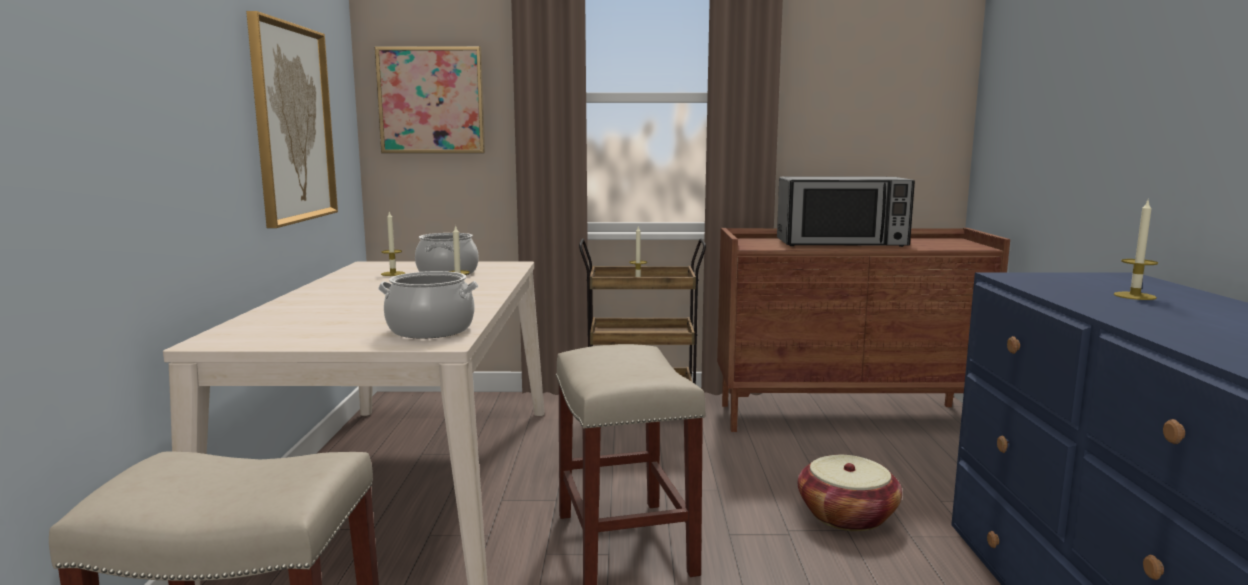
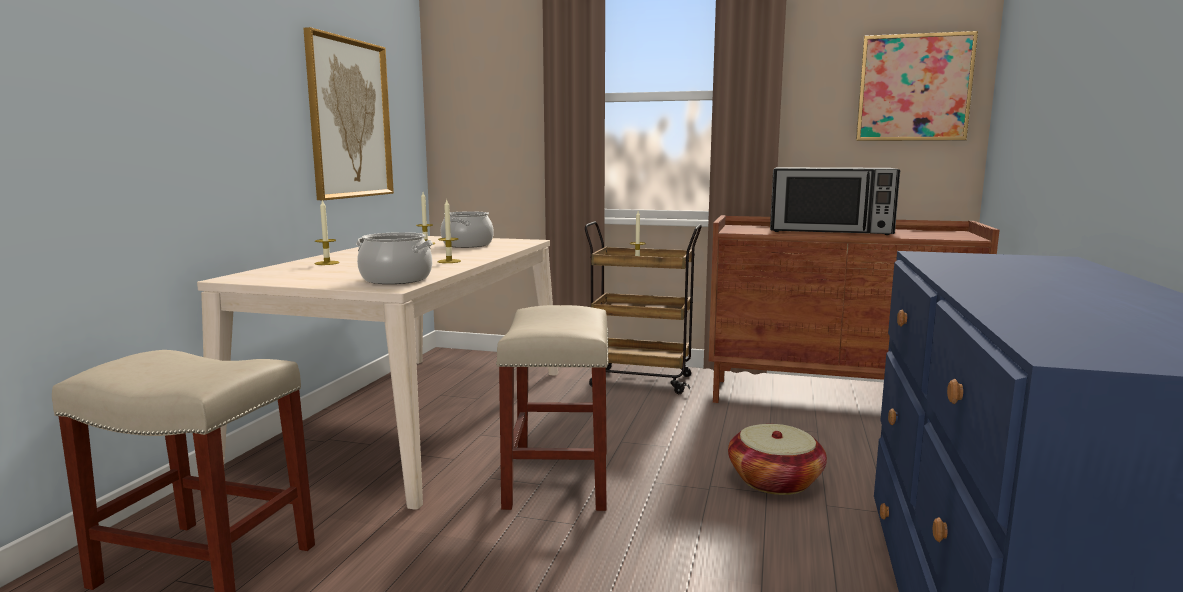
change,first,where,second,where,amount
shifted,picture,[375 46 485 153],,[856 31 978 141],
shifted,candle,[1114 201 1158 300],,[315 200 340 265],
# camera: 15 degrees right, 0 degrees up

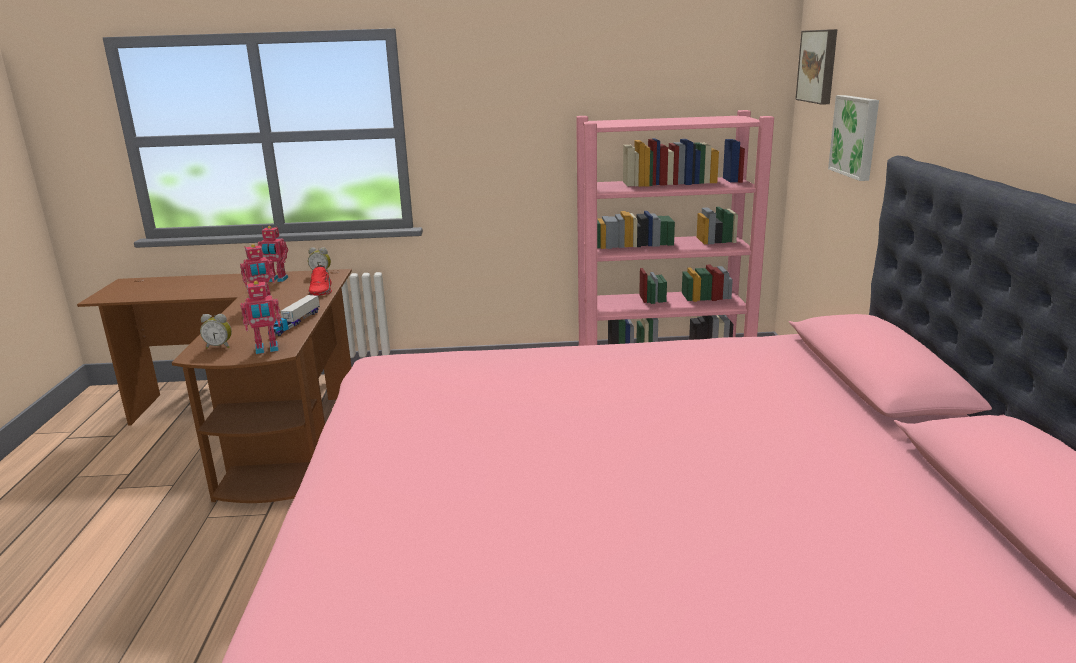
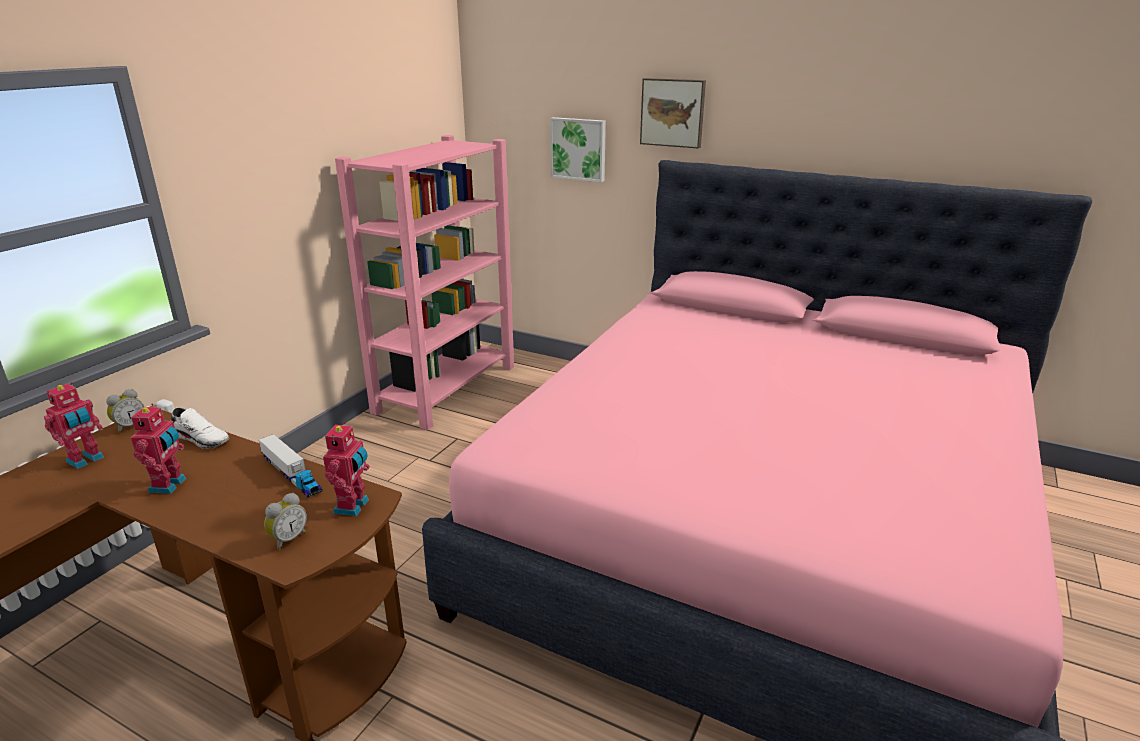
change,first,where,second,where,amount
shifted,picture,[795 29 837 105],,[640 78 706 148],
repainted,shoe in red,[309 265 332 296],shoe in white,[171 408 229 449],
# camera: 60 degrees left, 5 degrees up

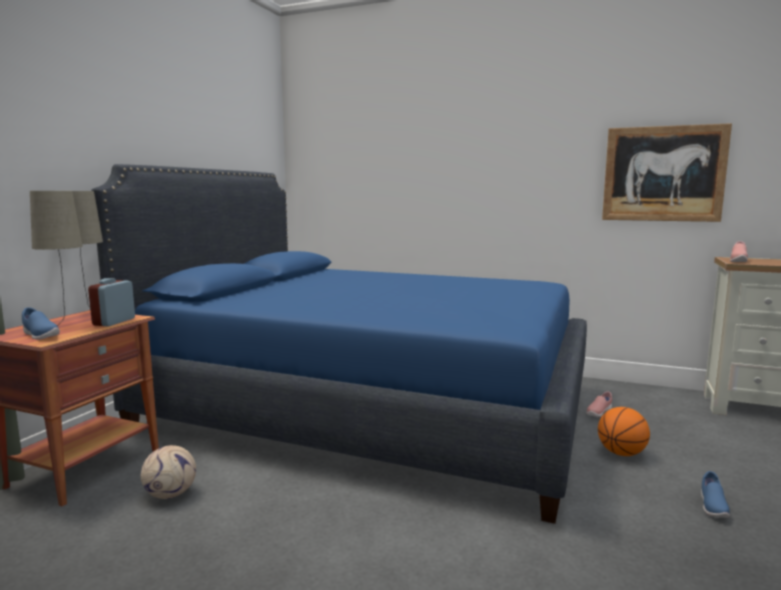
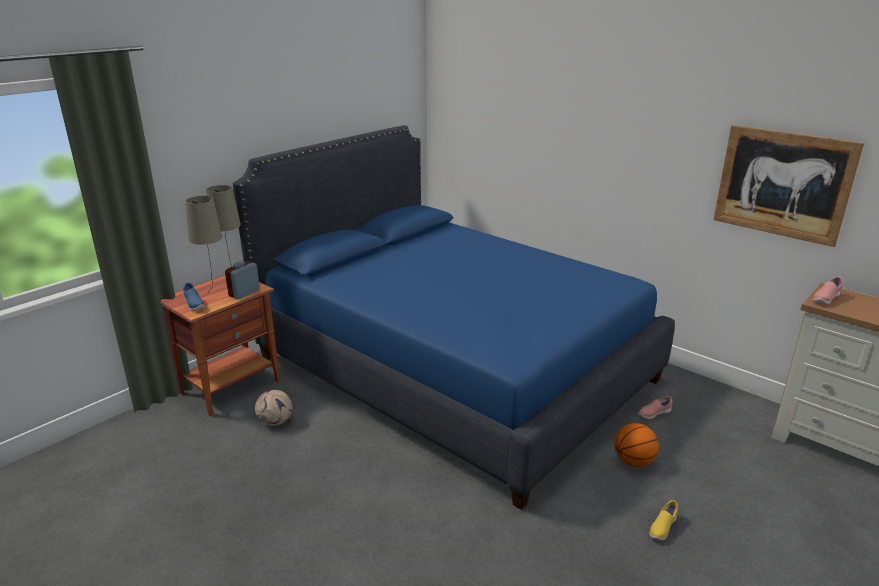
change,first,where,second,where,amount
repainted,shoe in blue,[701 471 730 518],shoe in yellow,[649 500 678 541],
# camera: 20 degrees right, 15 degrees up

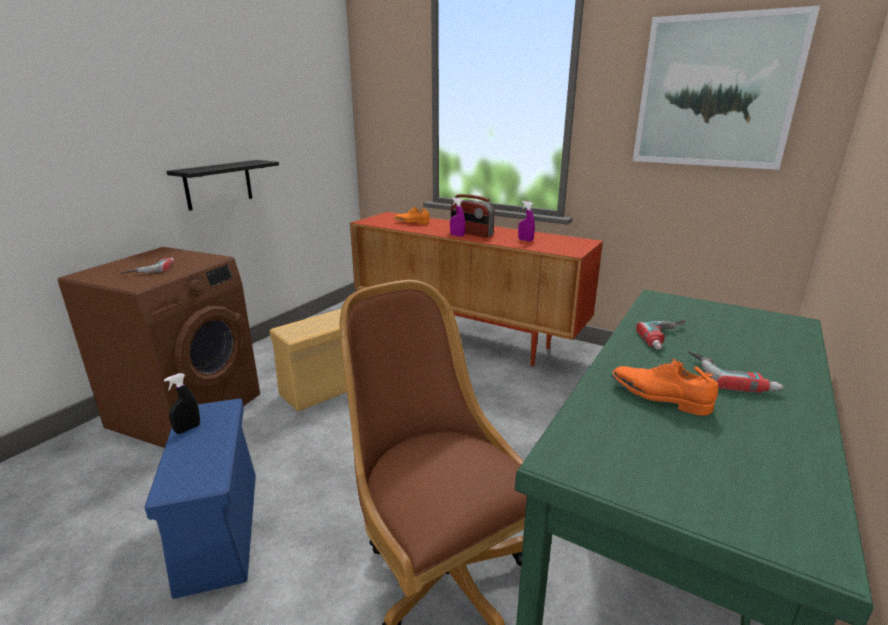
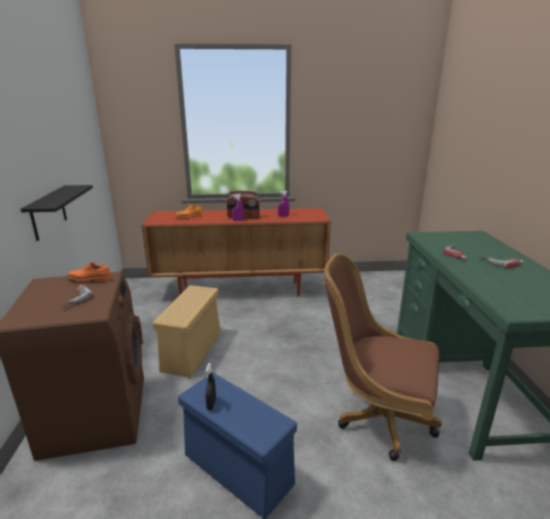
change,first,where,second,where,amount
gone,picture,[633 6 820 170],,,
shifted,shoe in orange,[611 359 719 416],,[67 262 111 282],
# camera: 35 degrees left, 0 degrees up

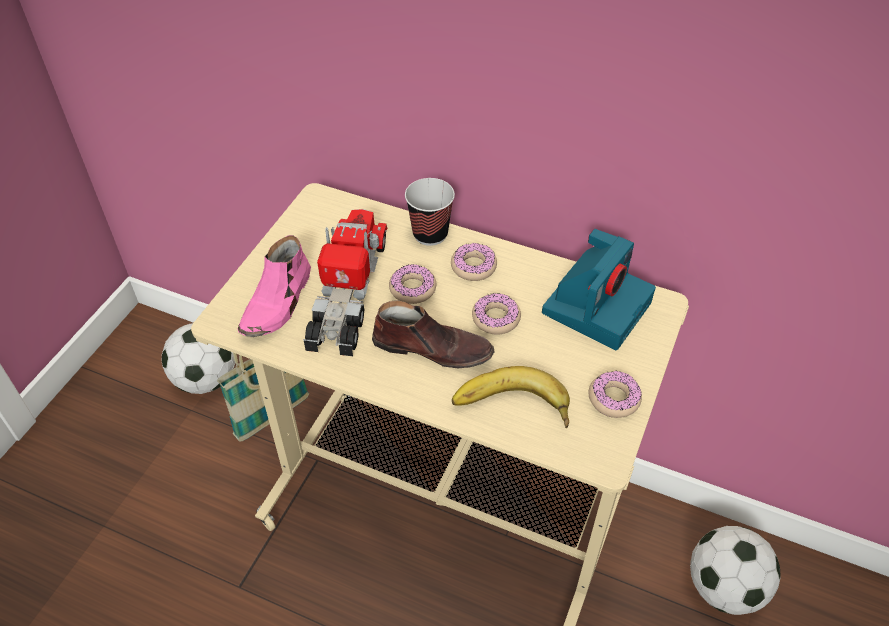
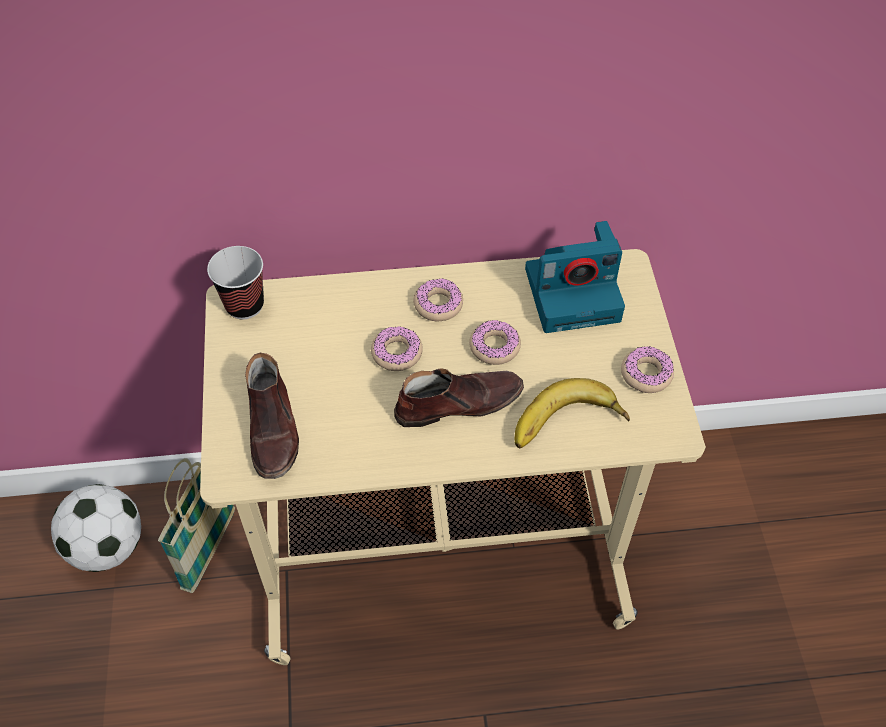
change,first,where,second,where,amount
gone,toy truck,[303 209 387 356],,,
gone,football,[690 526 781 615],,,
shifted,cup,[405 178 455 246],,[207 246 264 319],
repainted,shoe in pink,[237 235 311 337],shoe in brown,[245 353 299 479],
rotated,photo camera,[542 229 656 350],,[525 221 625 333],75 degrees clockwise
# camera: 30 degrees left, 5 degrees up

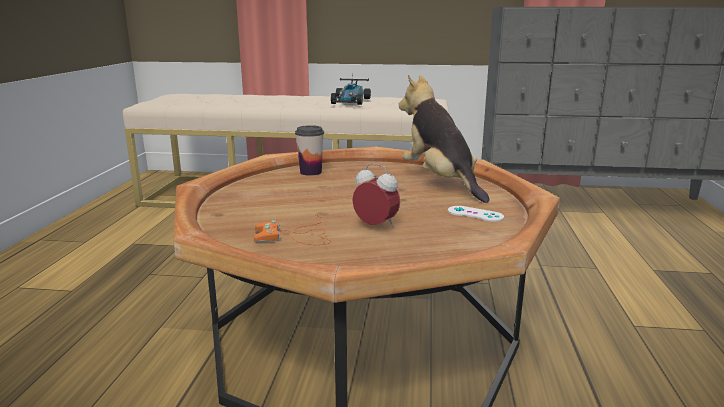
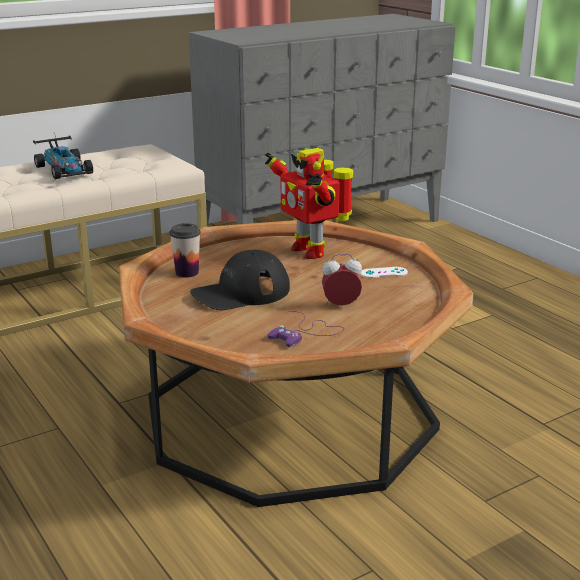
change,first,where,second,where,amount
new,,,cap in black,[190 250 290 310],
swapped,plush toy,[399 75 489 203],toy robot,[265 148 353 259],
repainted,game controller in orange,[254 215 331 245],game controller in purple,[267 311 344 347],
# camera: 40 degrees left, 5 degrees up

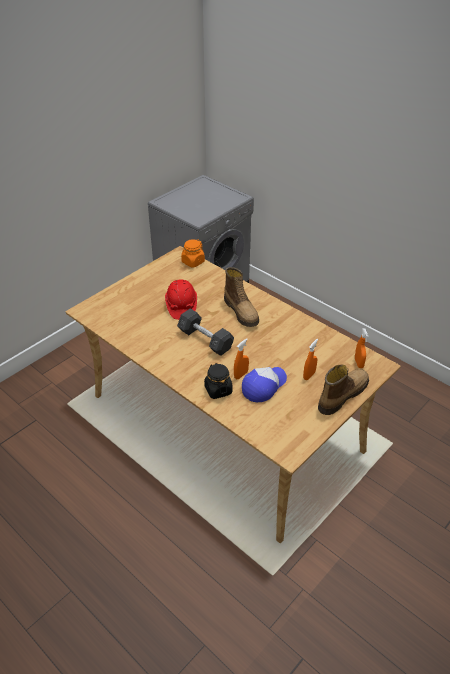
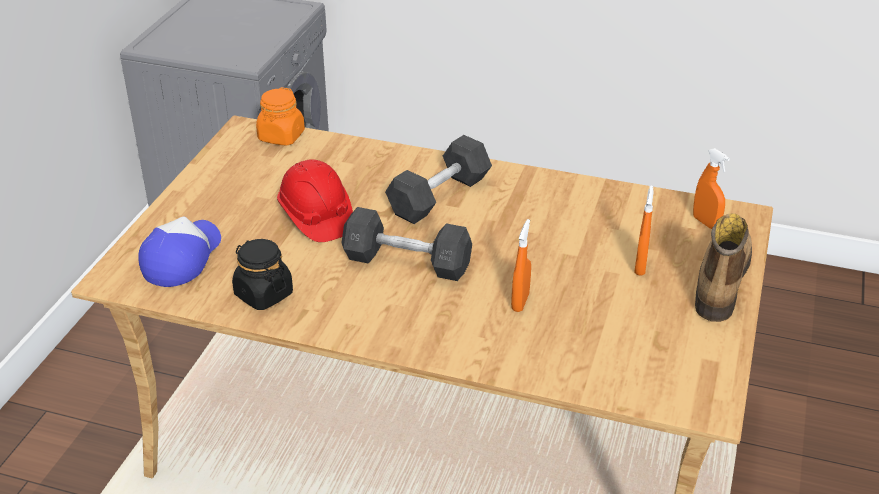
change,first,where,second,where,amount
shifted,jar in black,[204 363 233 399],,[232 239 293 310],
shifted,cap,[242 367 287 402],,[138 216 221 287],
swapped,boot,[224 267 259 327],dumbbell in grey,[385 135 492 224],
# camera: 25 degrees left, 5 degrees down

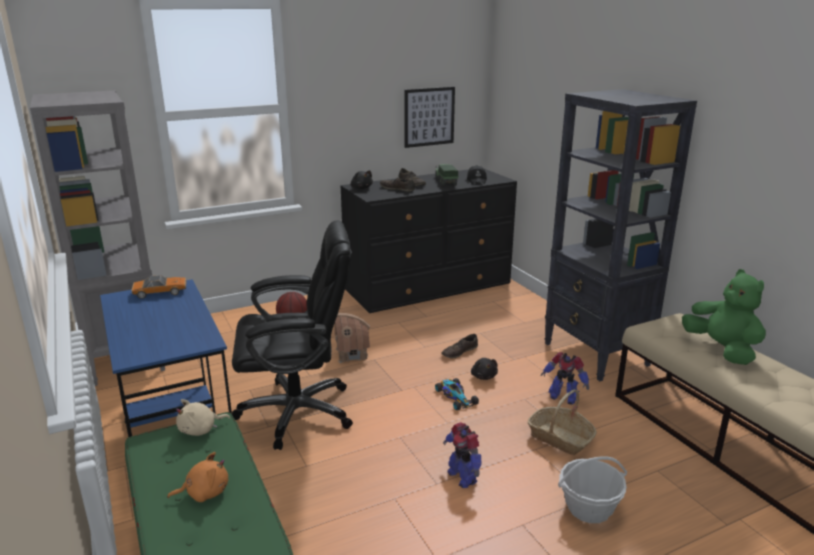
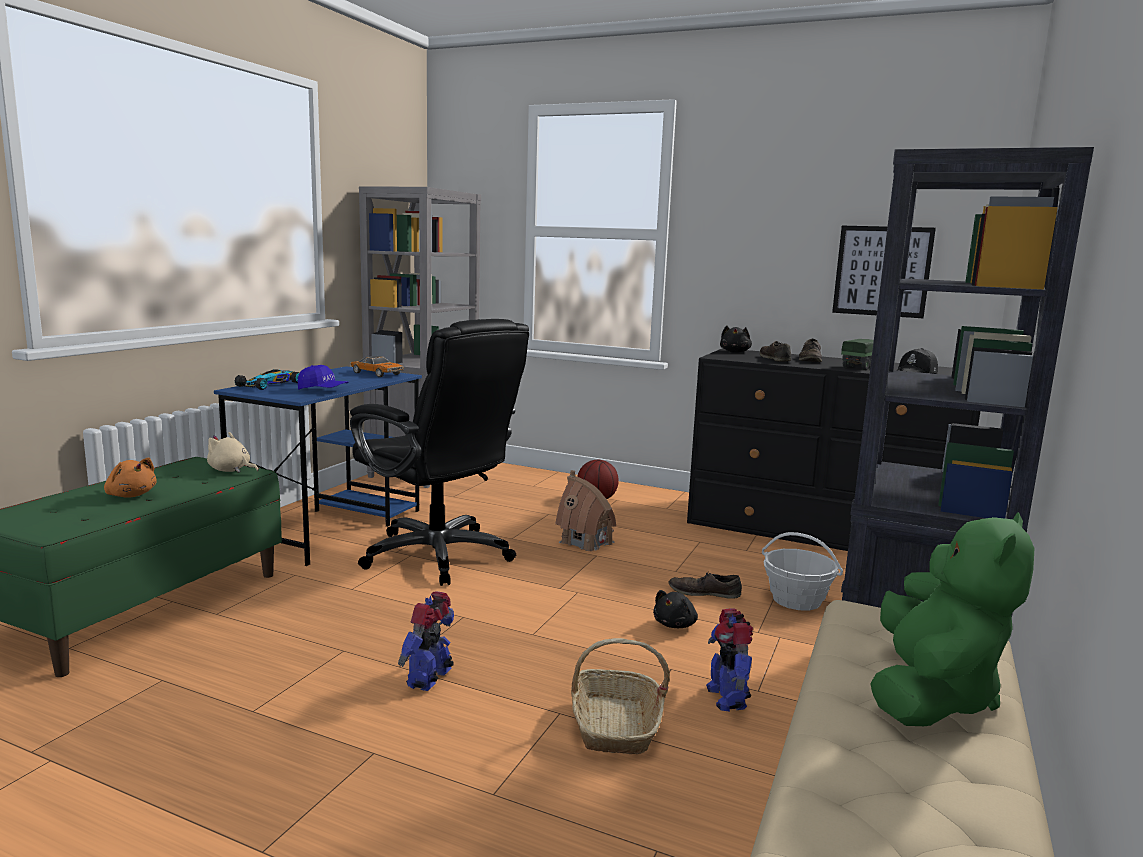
change,first,where,second,where,amount
new,,,cap in blue,[298 365 348 390],
shifted,toy car,[435 378 479 410],,[235 369 300 390],
shifted,basket,[558 456 627 523],,[762 532 843 610],
# camera: 50 degrees right, 10 degrees down

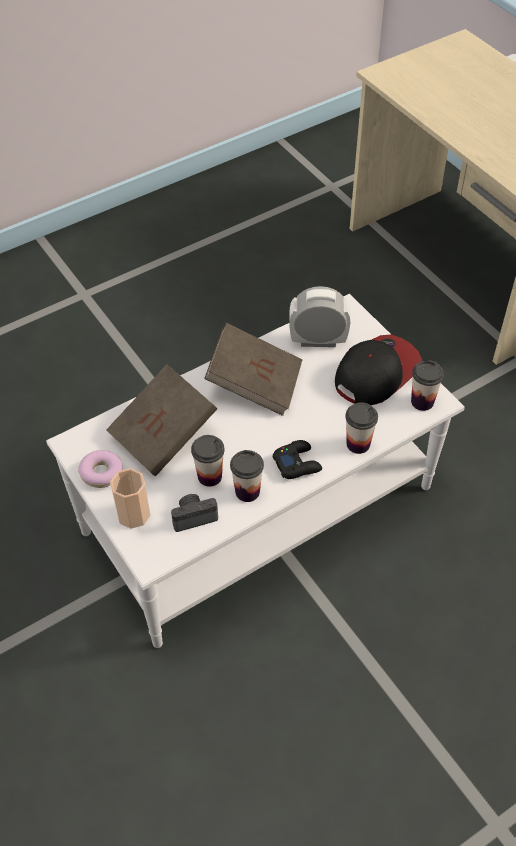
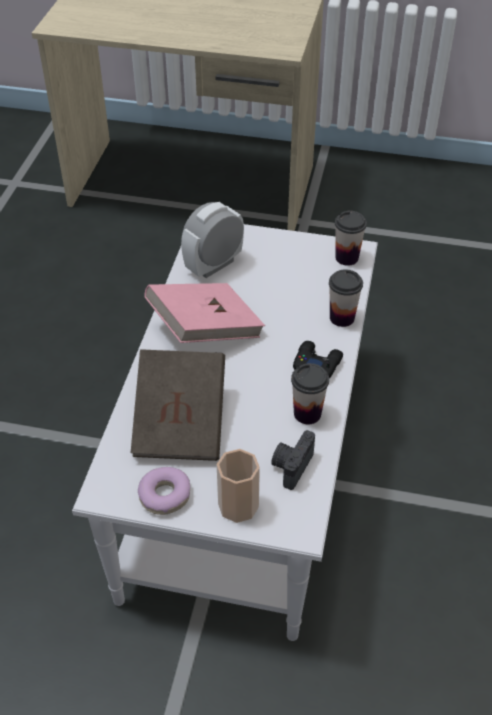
change,first,where,second,where,amount
gone,cup,[191 435 225 487],,,
gone,cap,[335 334 422 405],,,
repainted,book in brown,[204 323 302 416],book in pink,[144 283 265 343],
# camera: 45 degrees left, 5 degrees down

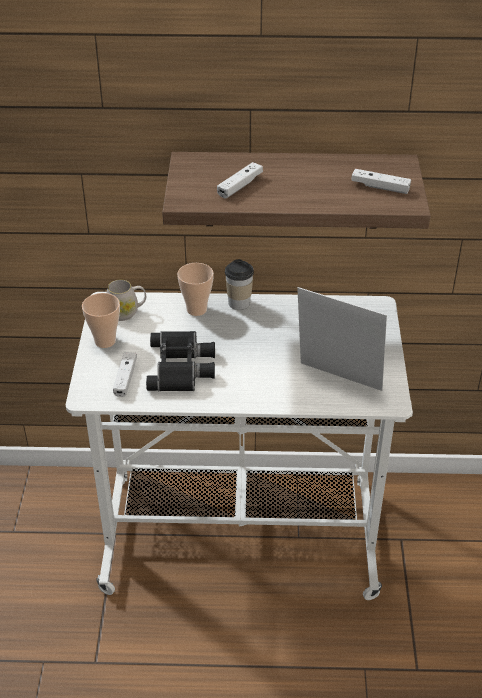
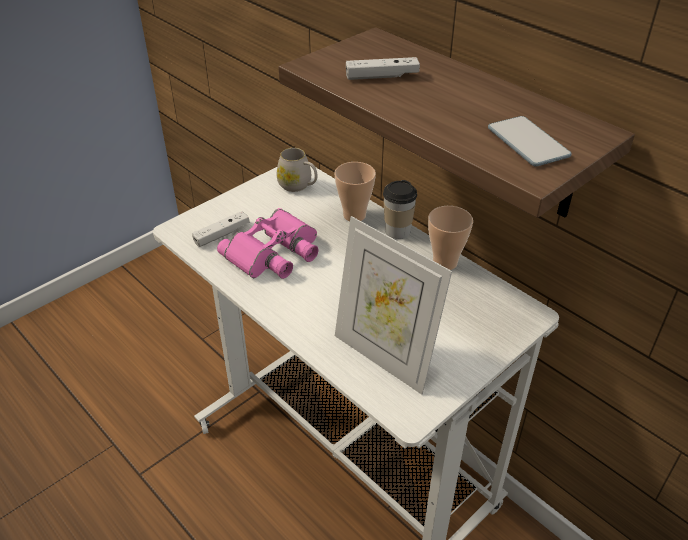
change,first,where,second,where,amount
shifted,cup,[82 293 120 348],,[428 206 473 270],
swapped,game controller in white,[351 169 411 194],phone,[488 116 572 166],
repainted,binoculars in black,[146 331 215 391],binoculars in pink,[217 208 318 279],
rotated,picture frame,[297 287 387 391],,[335 216 452 395],150 degrees clockwise
# camera: 45 degrees right, 0 degrees up

